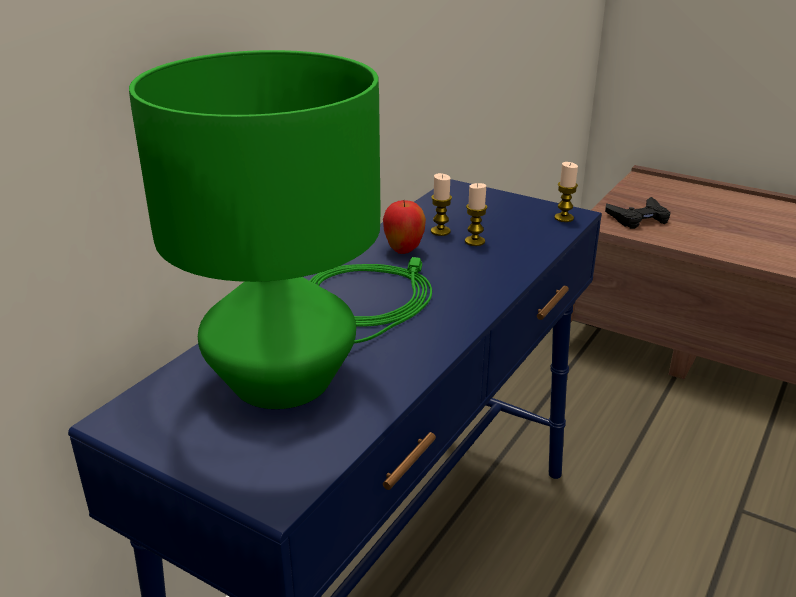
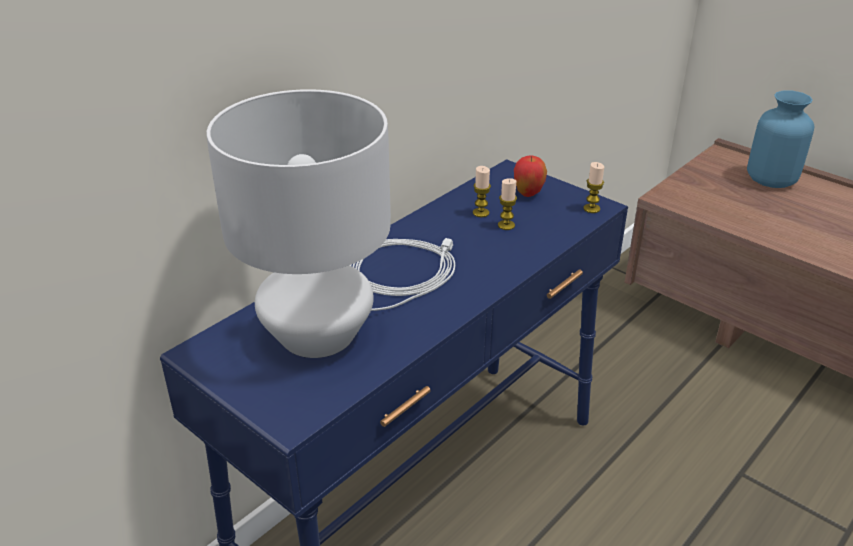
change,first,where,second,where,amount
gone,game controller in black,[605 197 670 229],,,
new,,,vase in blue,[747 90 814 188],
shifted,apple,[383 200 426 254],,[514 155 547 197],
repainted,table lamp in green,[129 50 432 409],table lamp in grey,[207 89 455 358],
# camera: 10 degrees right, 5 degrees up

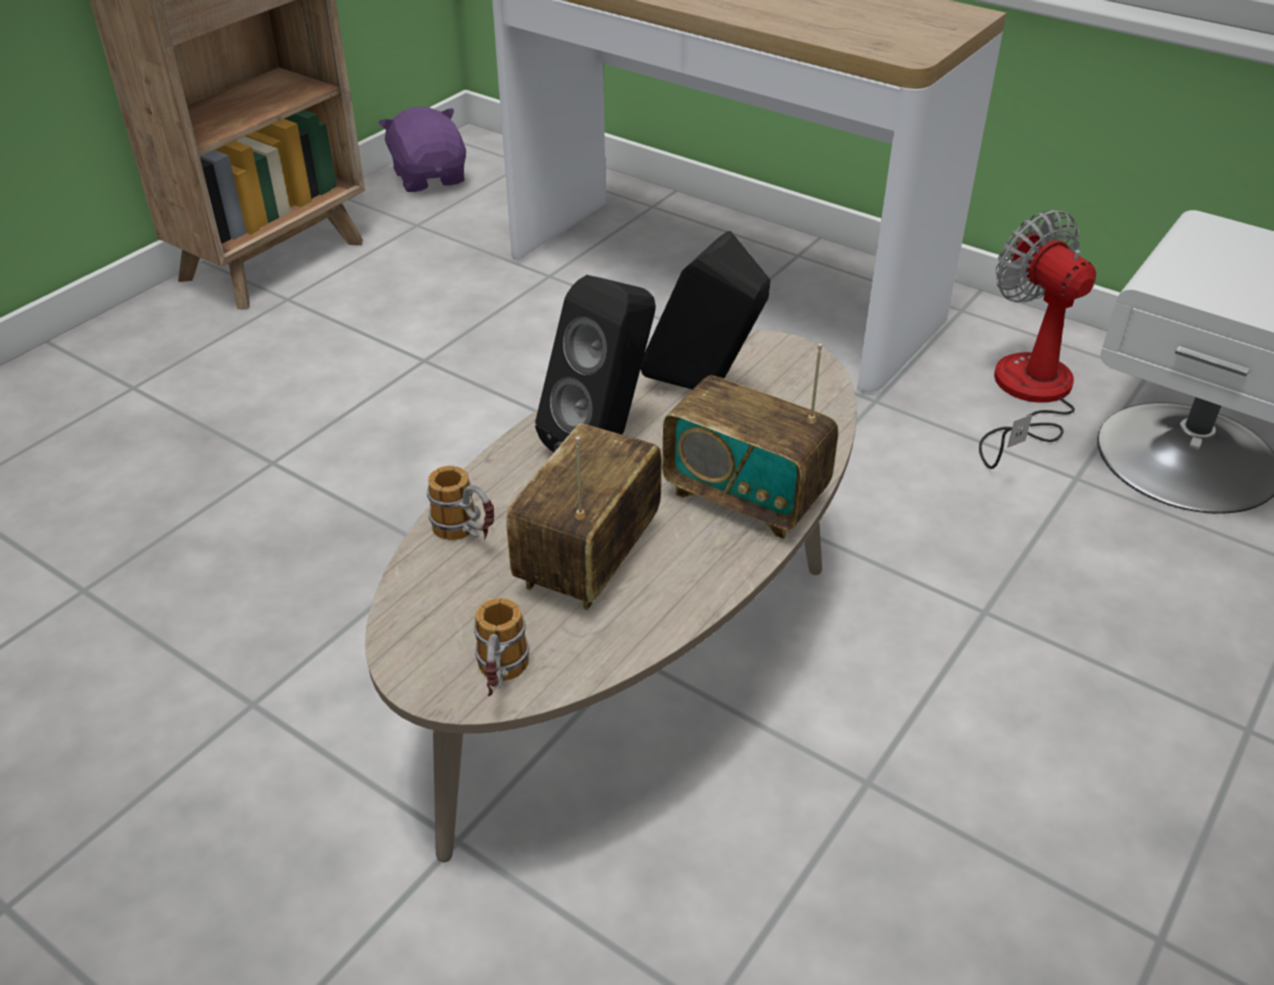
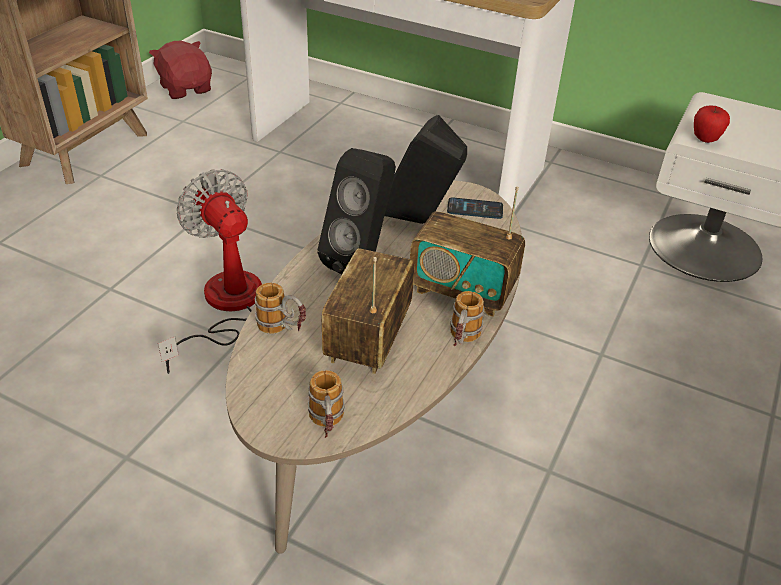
change,first,where,second,where,amount
new,,,phone,[447 197 503 219],
new,,,mug,[450 291 484 346],
new,,,apple,[694 106 730 143],
shifted,fan,[979 210 1096 469],,[158 169 262 374],
repainted,plush toy in purple,[378 107 466 192],plush toy in red,[149 41 212 99],
# camera: 10 degrees left, 0 degrees up

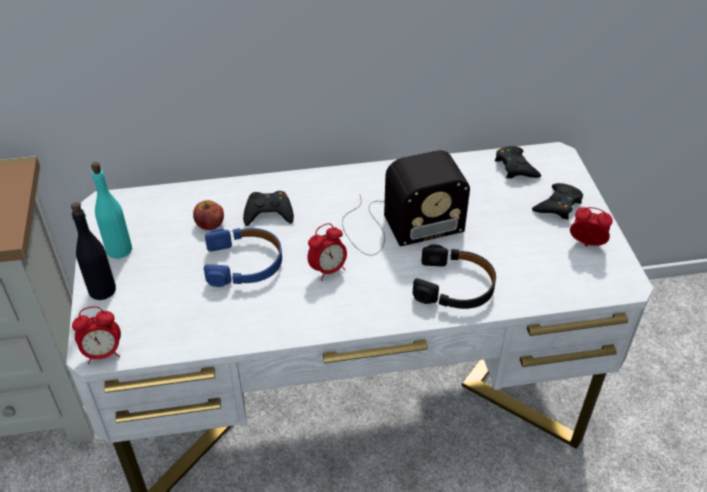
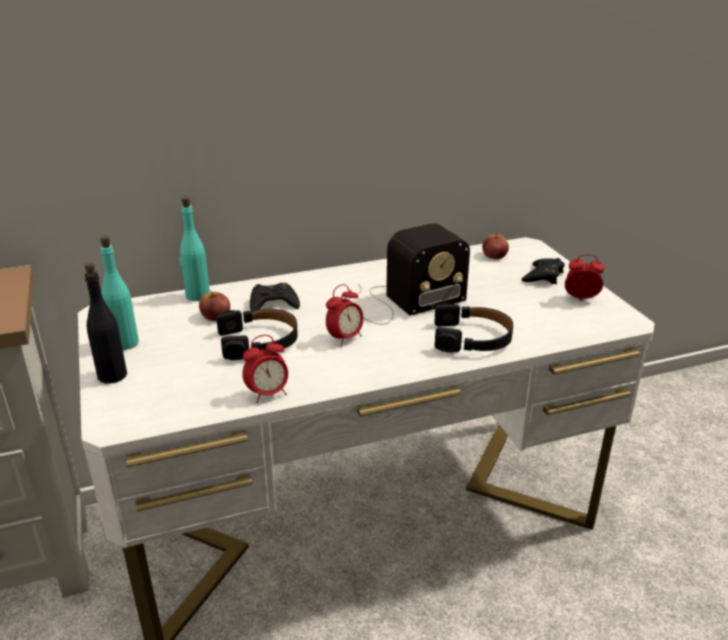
change,first,where,second,where,amount
new,,,bottle in turquoise,[180 197 210 301],
shifted,alarm clock,[72 306 121 364],,[242 335 288 403],
swapped,game controller in black,[495 146 541 179],apple,[482 232 509 259],
repainted,headphones in blue,[204 228 282 287],headphones in black,[216 309 298 360],
# camera: 10 degrees left, 15 degrees down

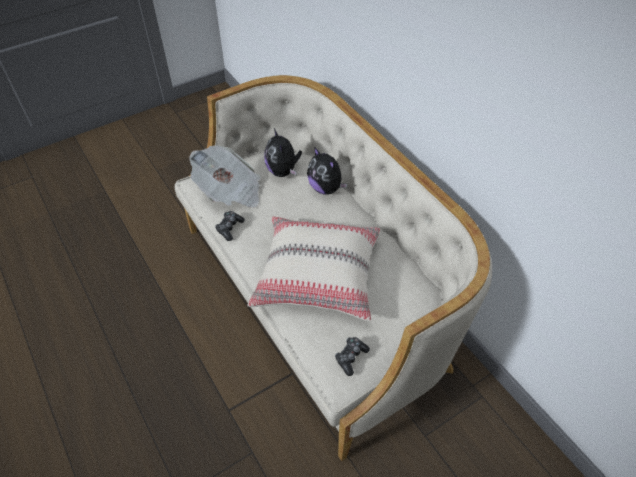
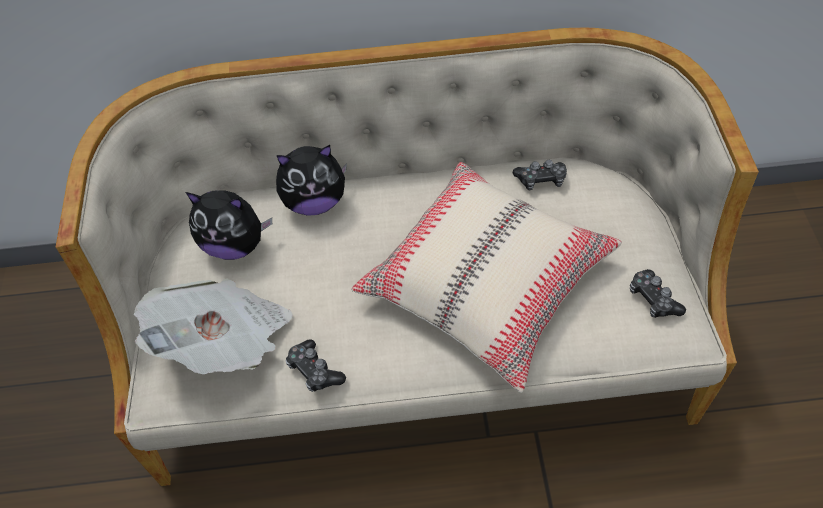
change,first,where,second,where,amount
new,,,game controller,[513 160 567 191],
# camera: 60 degrees left, 5 degrees up

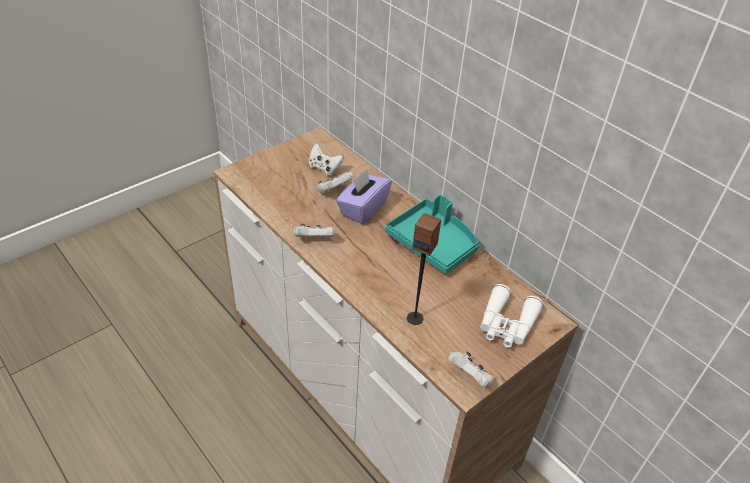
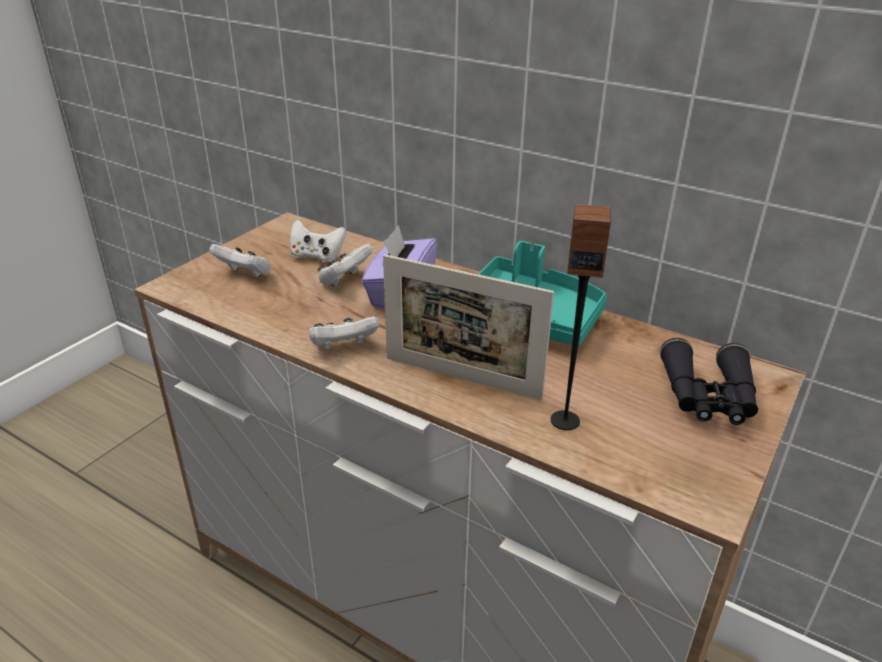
change,first,where,second,where,amount
new,,,picture frame,[383 254 554 400],
shifted,game controller in white,[448 352 494 387],,[209 244 272 277],
repainted,binoculars in white,[480 284 544 347],binoculars in black,[660 338 758 425],
# camera: 15 degrees left, 10 degrees down

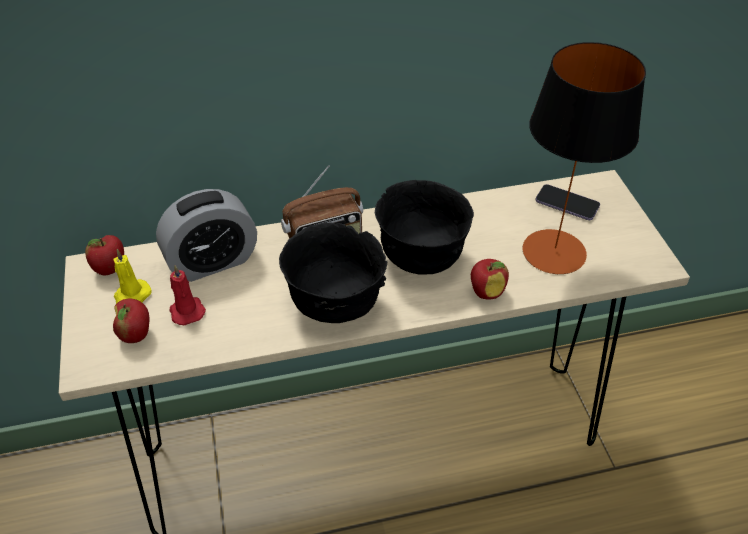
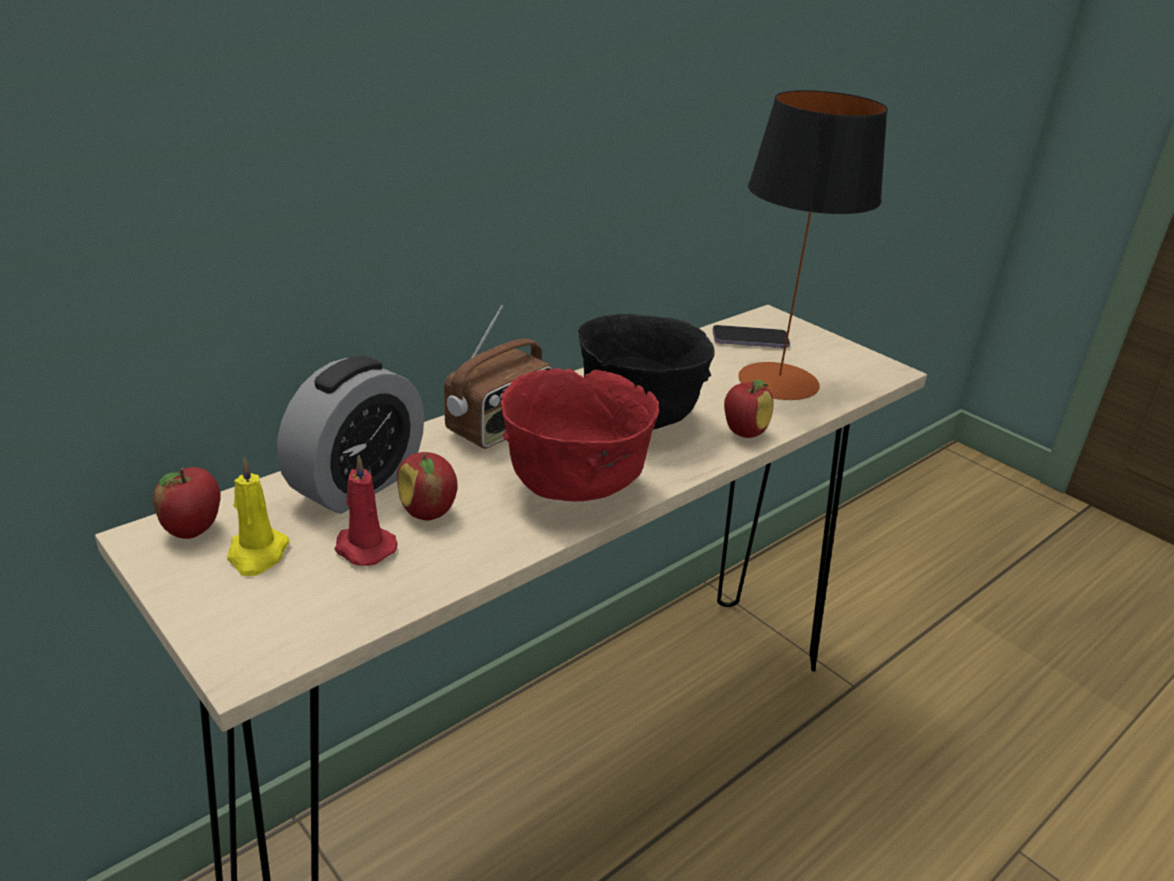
change,first,where,second,where,amount
shifted,apple,[113 299 149 343],,[397 452 458 520],
repainted,bowl in black,[279 223 387 323],bowl in red,[501 368 659 501],
# camera: 30 degrees left, 15 degrees down

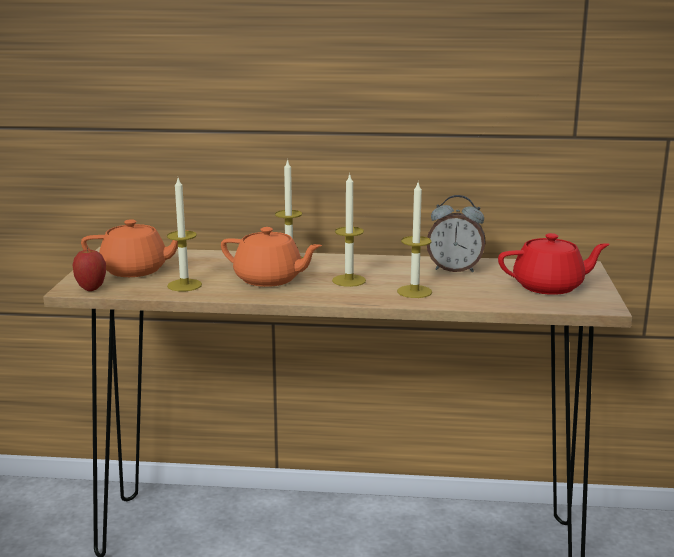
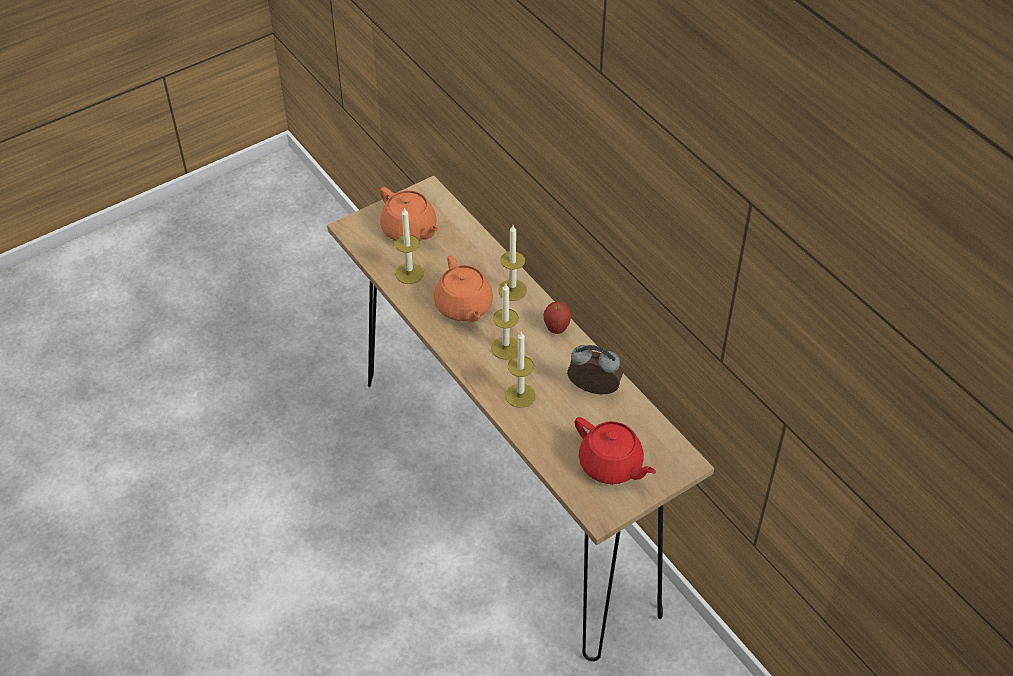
change,first,where,second,where,amount
shifted,apple,[72 247 106 291],,[544 301 571 334],
rotated,alarm clock,[427 195 486 272],,[567 345 623 394],135 degrees clockwise
# camera: 50 degrees right, 30 degrees up

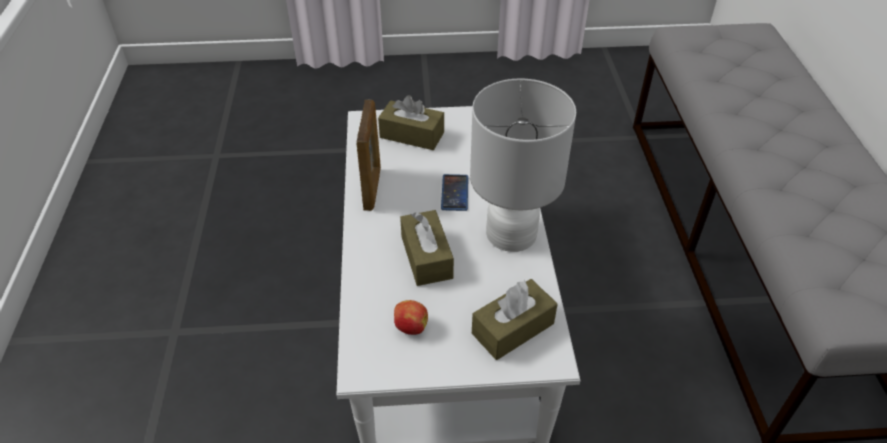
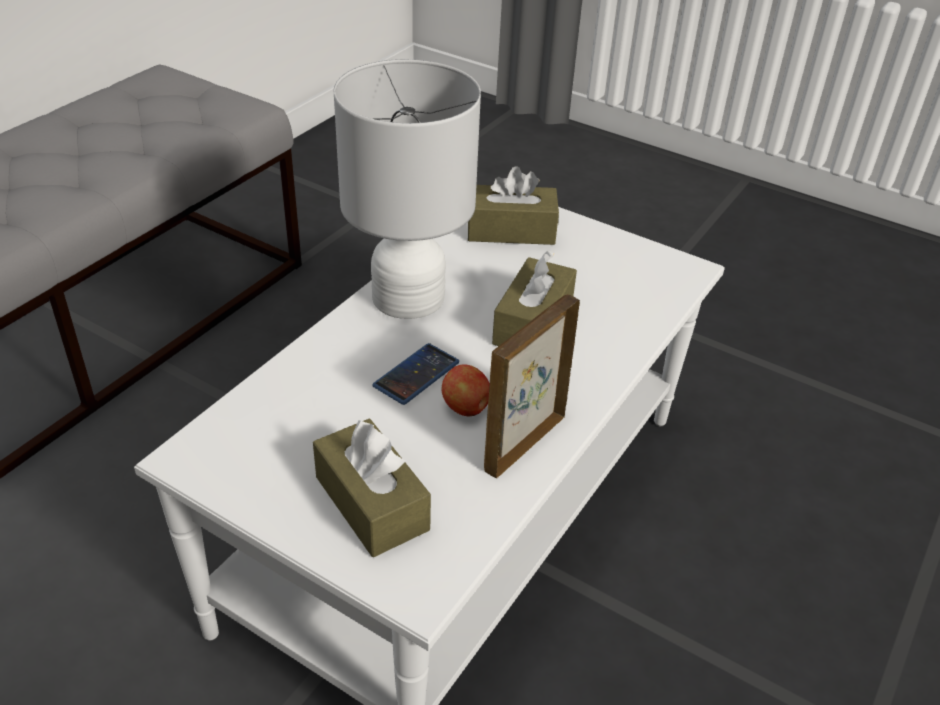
change,first,where,second,where,amount
shifted,apple,[394 300 428 335],,[441 364 490 416],
# camera: 145 degrees left, 5 degrees down

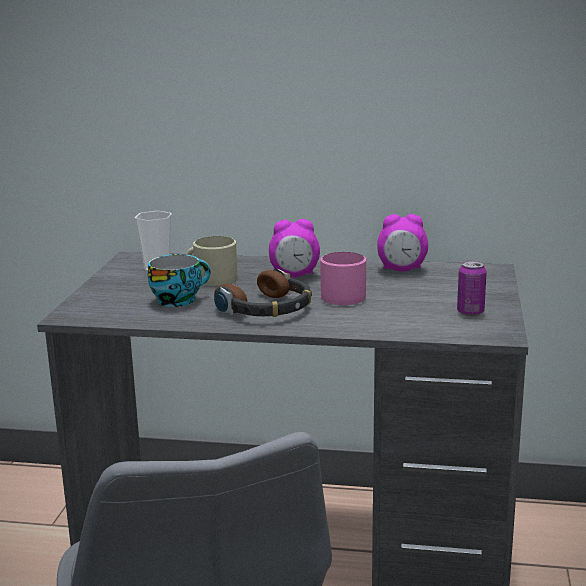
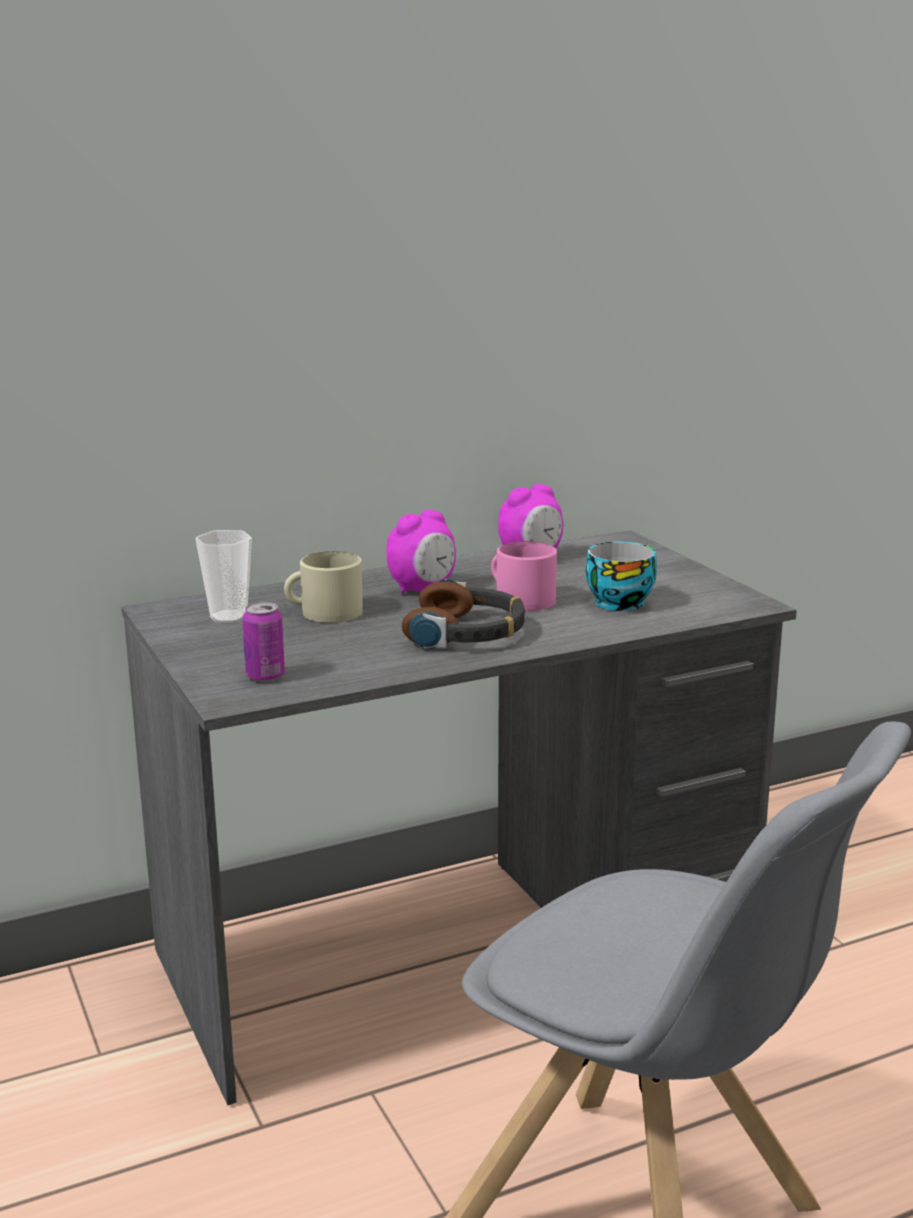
change,first,where,second,where,amount
shifted,cup,[148 254 210 307],,[586 542 657 611],
shifted,can,[457 261 487 316],,[242 602 285 682],
# camera: 35 degrees left, 0 degrees up

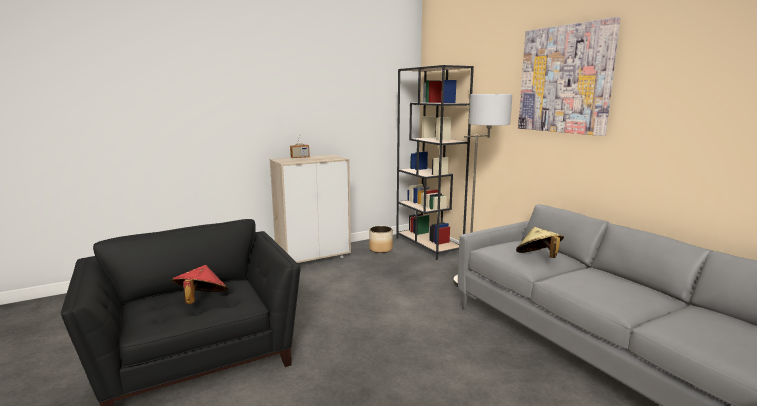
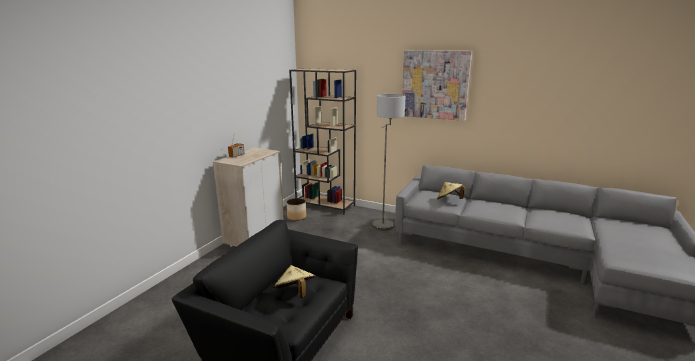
change,first,where,second,where,amount
repainted,hat in red,[172 265 228 304],hat in beige,[273 265 315 298],
# camera: 35 degrees left, 5 degrees up

